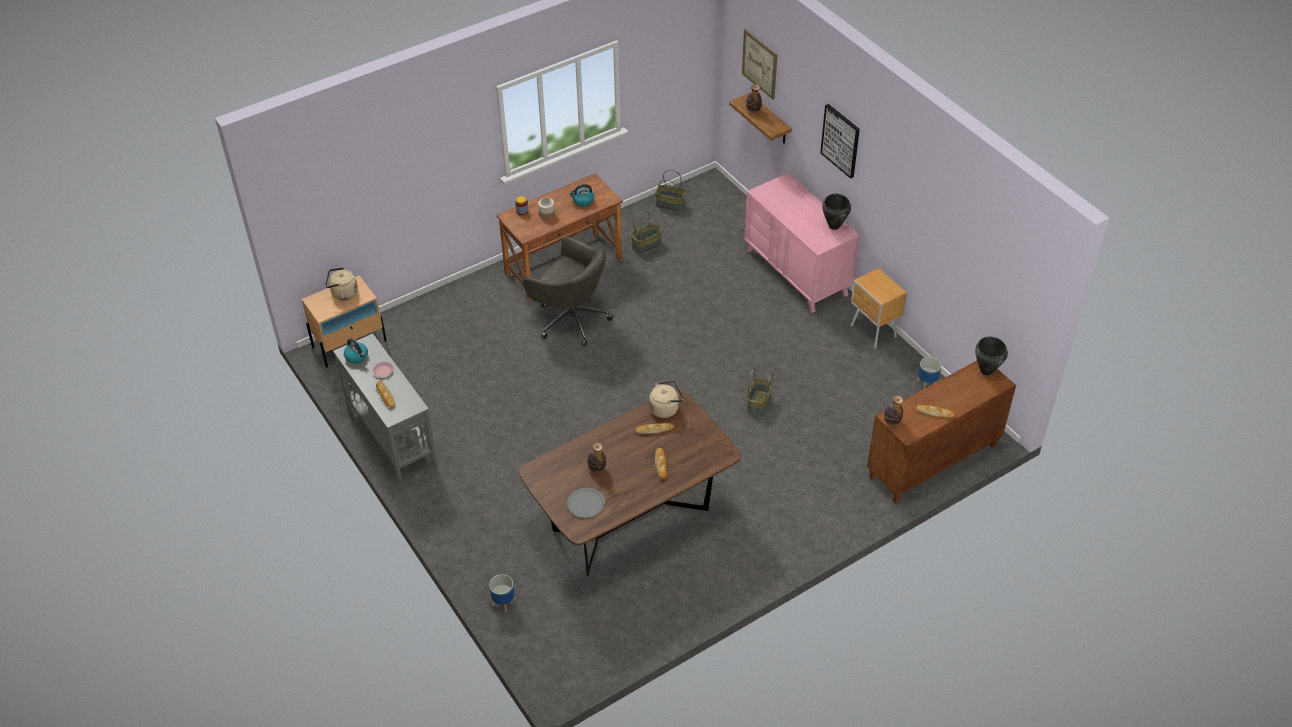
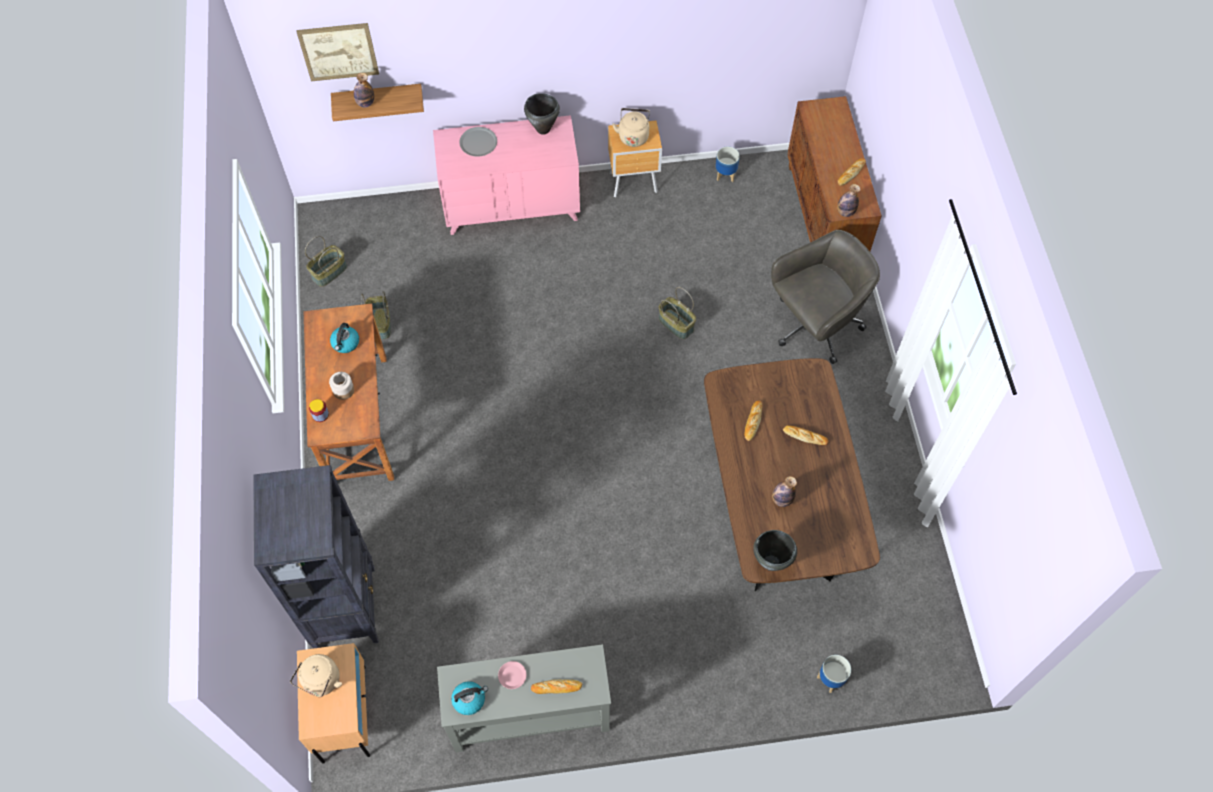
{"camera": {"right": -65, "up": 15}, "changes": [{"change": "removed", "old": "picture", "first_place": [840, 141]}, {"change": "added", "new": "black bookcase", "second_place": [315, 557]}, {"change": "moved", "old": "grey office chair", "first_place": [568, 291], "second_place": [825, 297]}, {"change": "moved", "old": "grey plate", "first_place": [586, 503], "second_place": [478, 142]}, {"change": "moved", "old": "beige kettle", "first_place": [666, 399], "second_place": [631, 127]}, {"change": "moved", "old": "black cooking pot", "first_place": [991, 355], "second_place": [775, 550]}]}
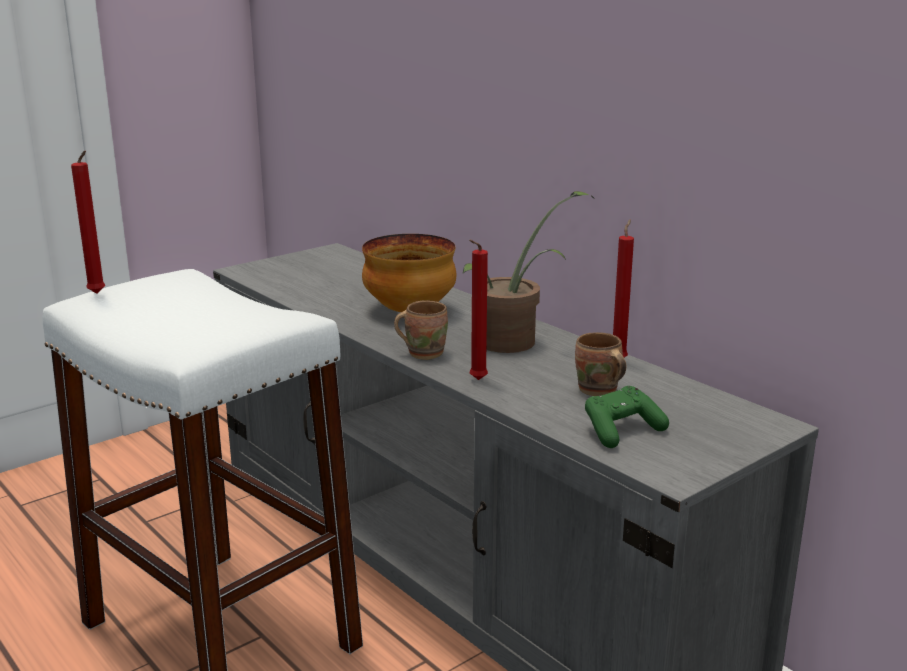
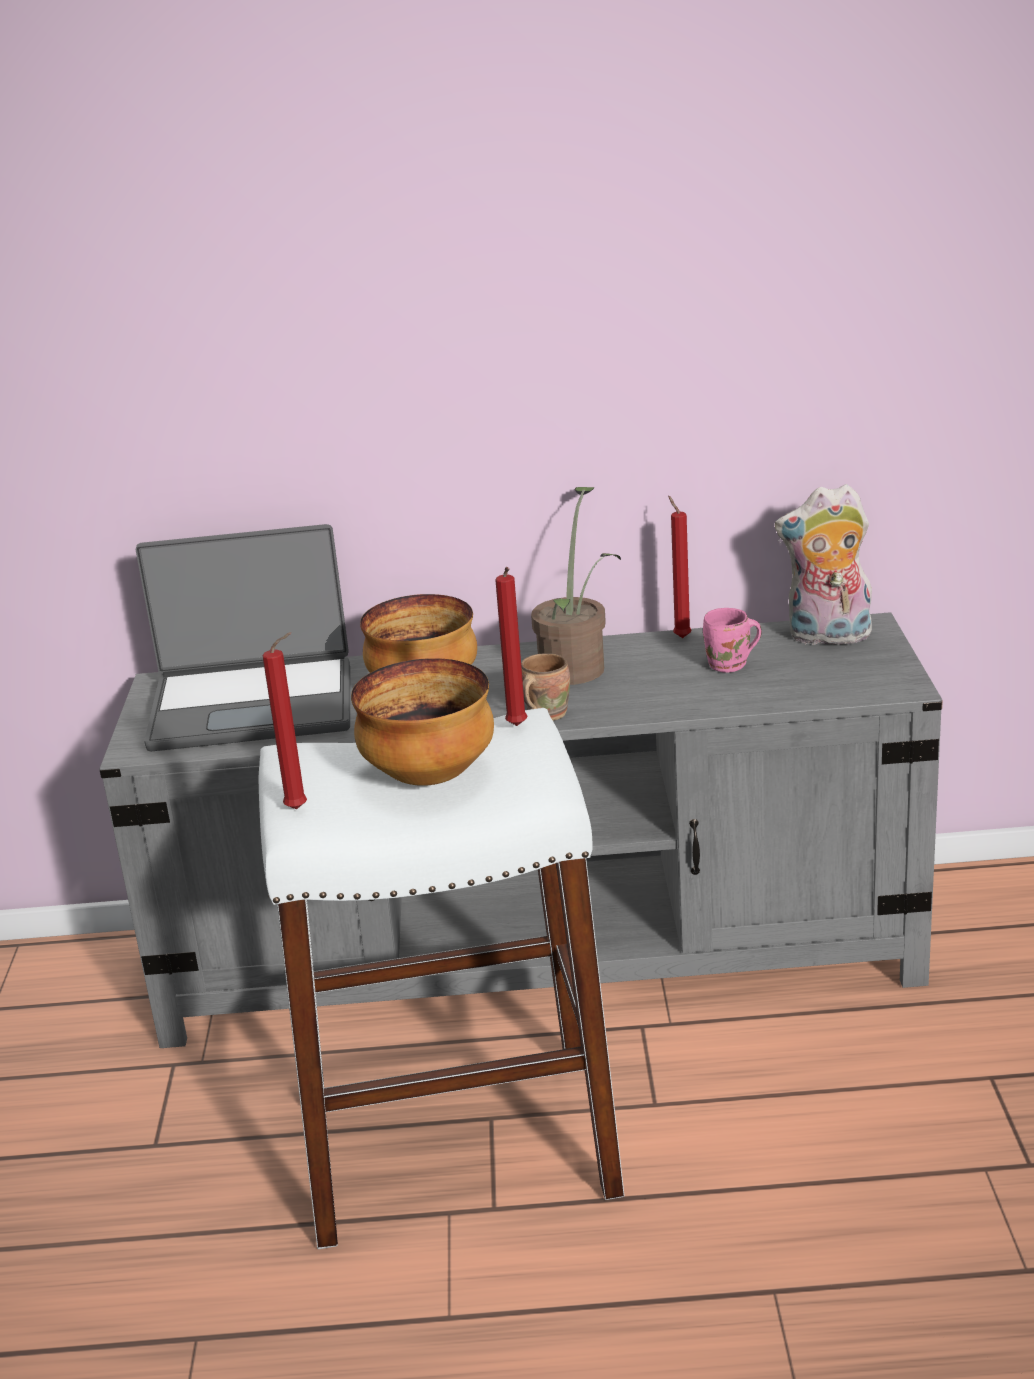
{"camera": {"right": -50, "up": 5}, "changes": [{"change": "removed", "old": "green game controller", "first_place": [627, 417]}, {"change": "added", "new": "laptop", "second_place": [243, 637]}, {"change": "added", "new": "bowl", "second_place": [422, 722]}, {"change": "added", "new": "plush toy", "second_place": [824, 566]}, {"change": "moved", "old": "red candle", "first_place": [478, 310], "second_place": [511, 646]}, {"change": "recoloured", "old": "brown mug", "new": "pink mug", "first_place": [600, 364], "second_place": [732, 640]}]}
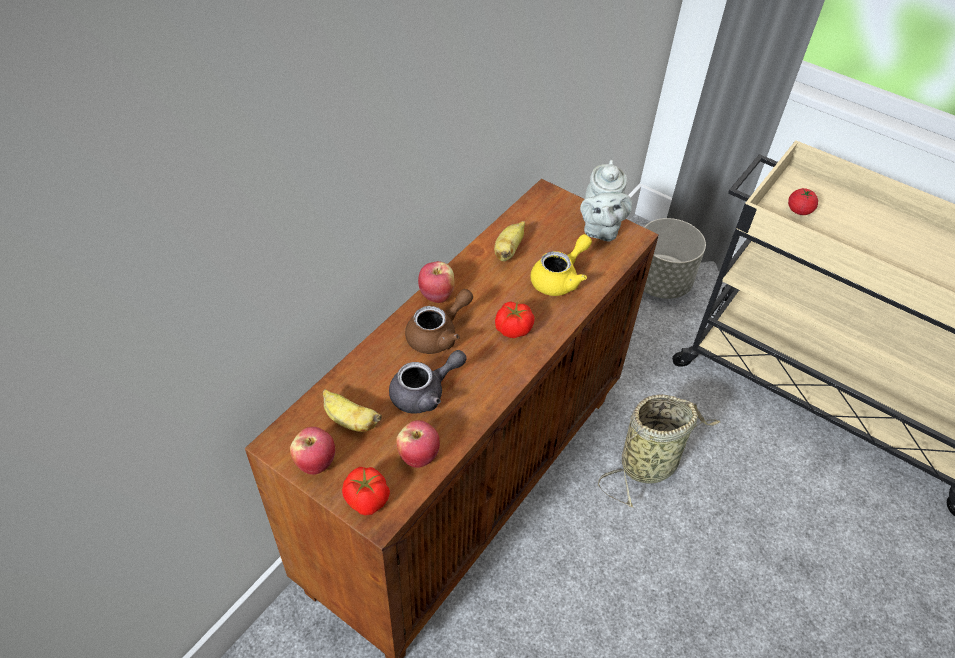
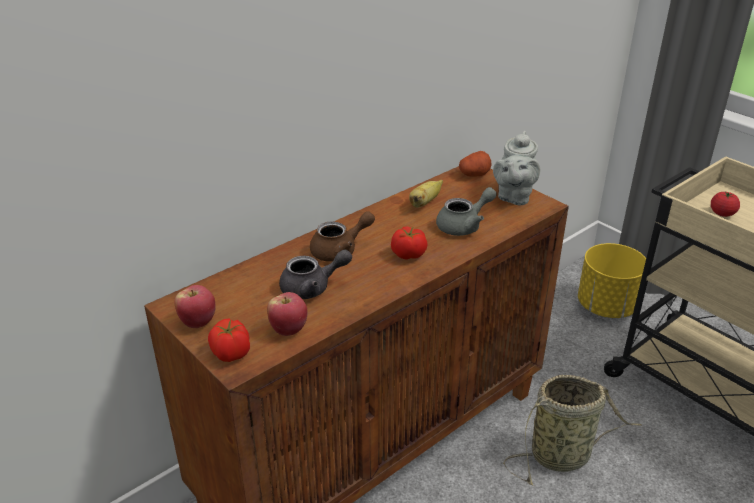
{"camera": {"right": 15, "up": -15}, "changes": [{"change": "removed", "old": "banana", "first_place": [352, 410]}, {"change": "removed", "old": "apple", "first_place": [436, 282]}, {"change": "added", "new": "potato", "second_place": [475, 164]}, {"change": "recoloured", "old": "yellow teapot", "new": "grey teapot", "first_place": [561, 265], "second_place": [466, 211]}, {"change": "recoloured", "old": "grey planter", "new": "yellow planter", "first_place": [675, 258], "second_place": [612, 280]}]}
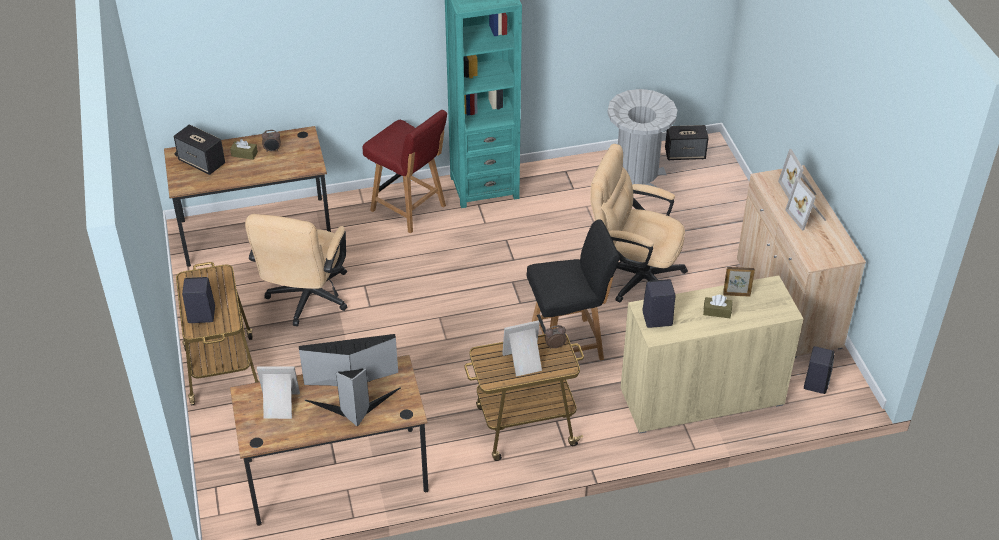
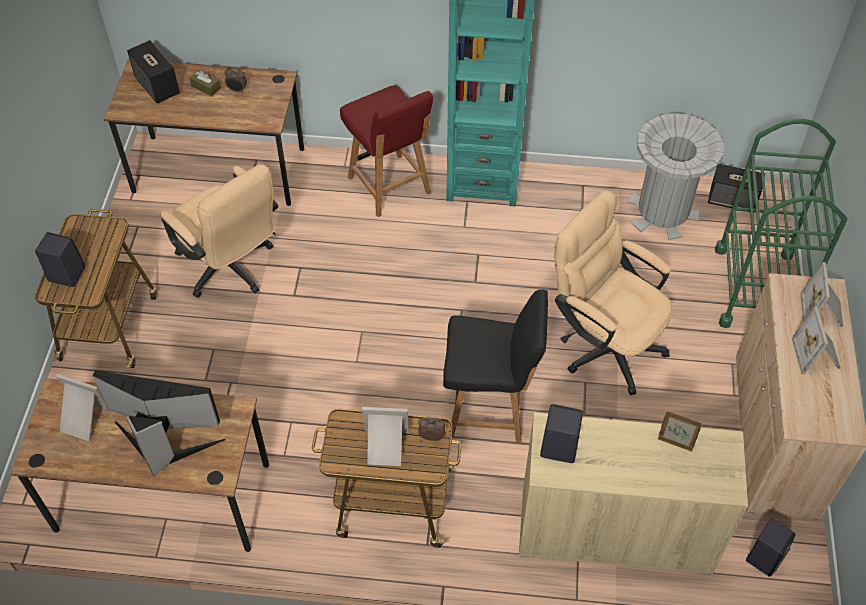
{"camera": {"right": 20, "up": 10}, "changes": [{"change": "removed", "old": "brown tissue box", "first_place": [717, 306]}, {"change": "added", "new": "green cart", "second_place": [781, 223]}, {"change": "turned", "old": "beige office chair", "first_place": [296, 270], "second_place": [219, 231], "degrees": -75}]}
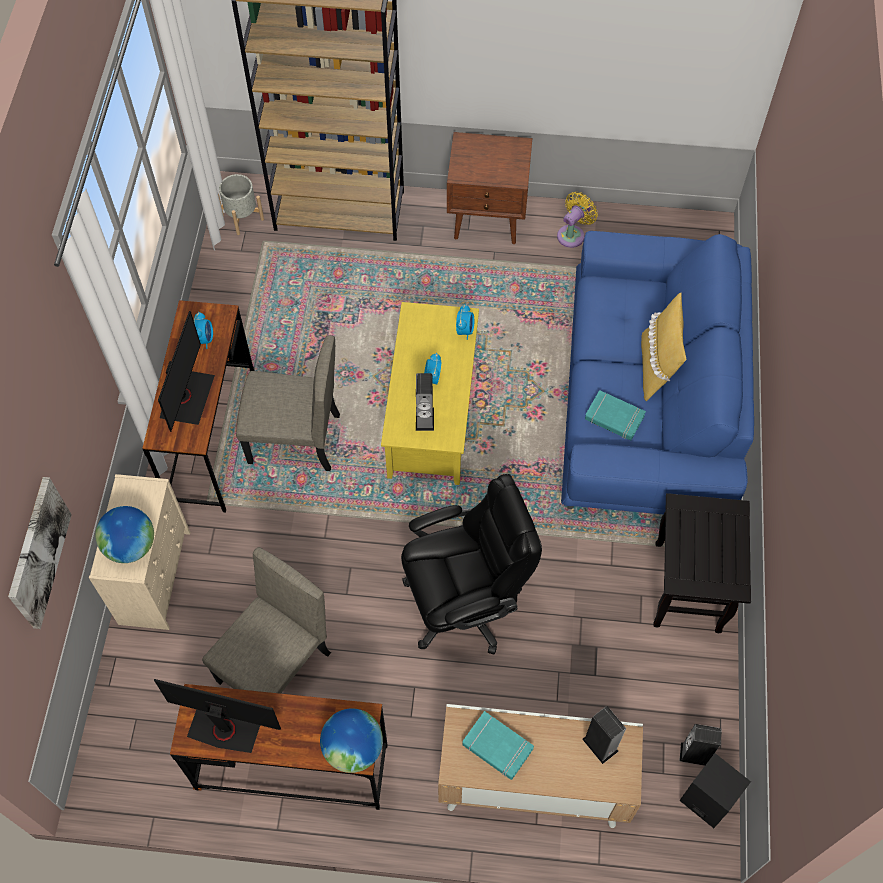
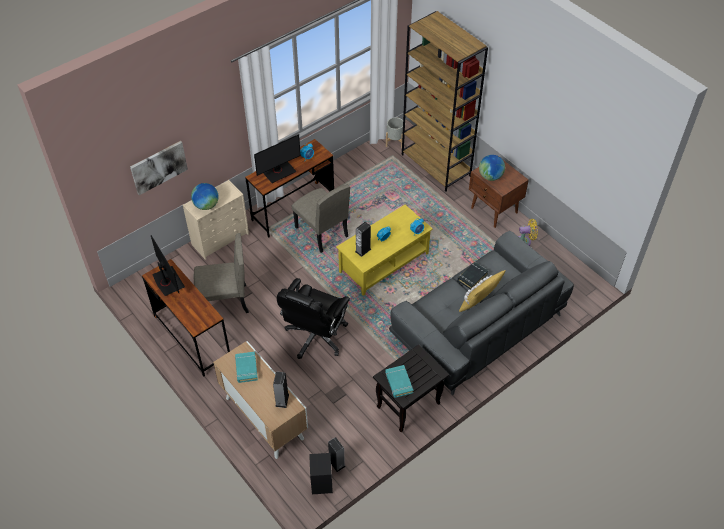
{"camera": {"right": 45, "up": -10}, "changes": [{"change": "added", "new": "black book", "second_place": [472, 276]}, {"change": "moved", "old": "globe", "first_place": [351, 740], "second_place": [492, 168]}, {"change": "moved", "old": "turquoise book", "first_place": [615, 415], "second_place": [399, 381]}, {"change": "recoloured", "old": "blue sofa", "new": "grey sofa", "first_place": [657, 372], "second_place": [481, 313]}, {"change": "turned", "old": "black office chair", "first_place": [471, 564], "second_place": [313, 318], "degrees": 90}]}
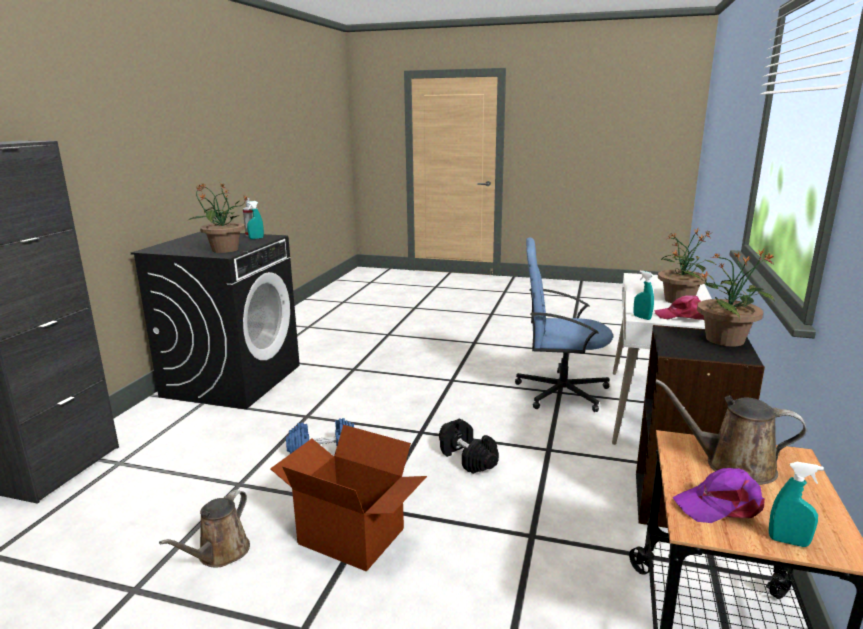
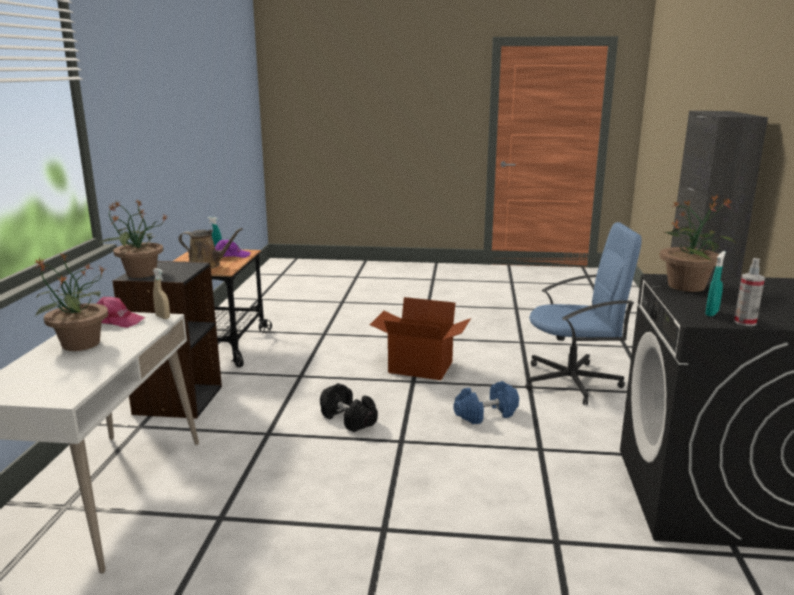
{"camera": {"right": 170, "up": 0}, "changes": [{"change": "removed", "old": "brown watering can", "first_place": [204, 529]}, {"change": "moved", "old": "blue office chair", "first_place": [564, 325], "second_place": [584, 313]}, {"change": "recoloured", "old": "turquoise spray bottle", "new": "beige spray bottle", "first_place": [643, 295], "second_place": [161, 293]}]}
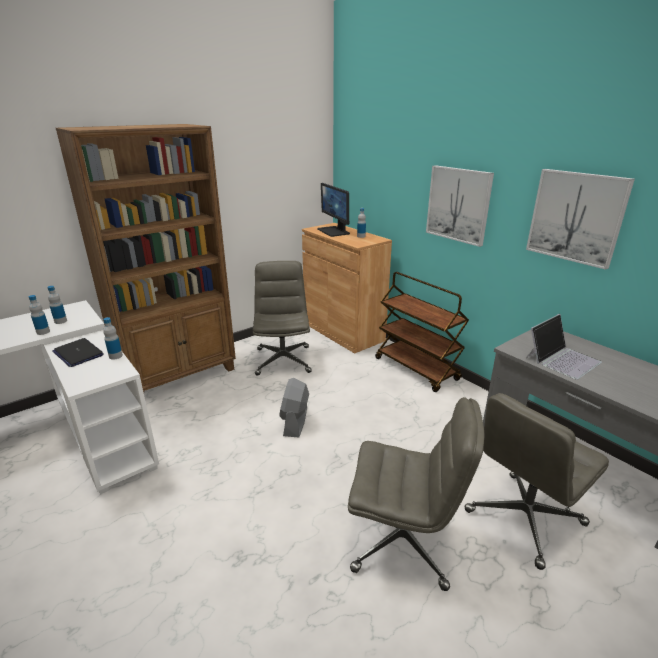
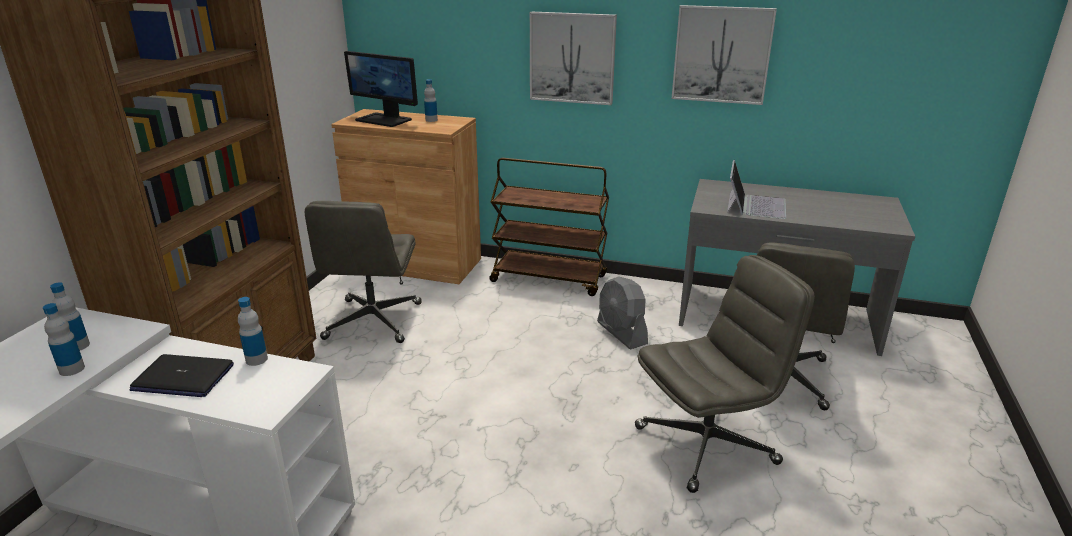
{"camera": {"right": -35, "up": 0}, "changes": [{"change": "moved", "old": "grey fan", "first_place": [294, 407], "second_place": [622, 313]}, {"change": "turned", "old": "grey office chair", "first_place": [282, 318], "second_place": [363, 272], "degrees": -135}]}
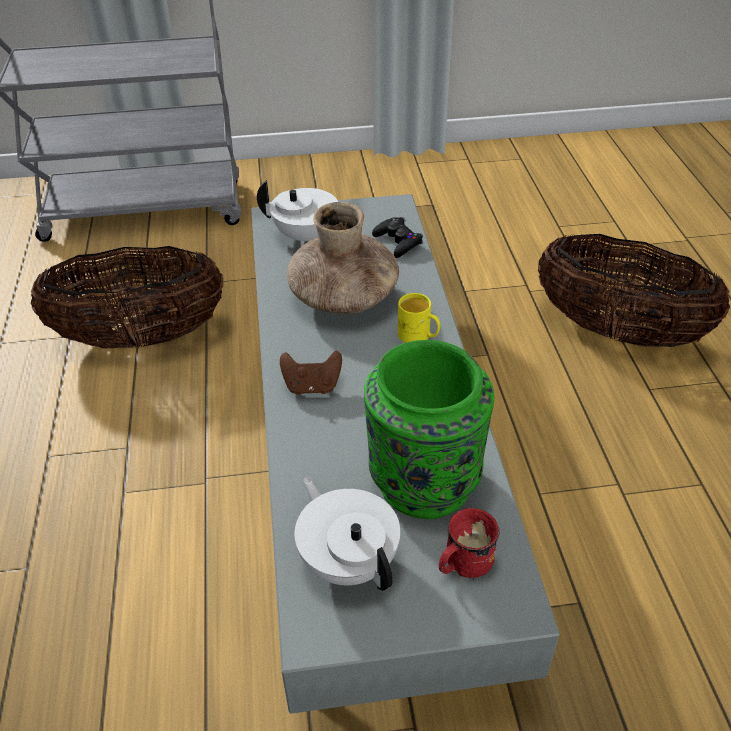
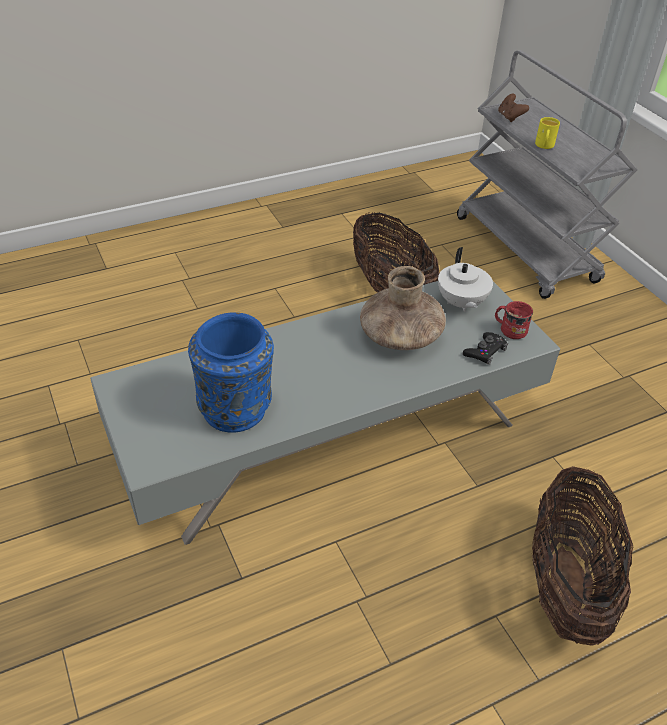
{"camera": {"right": 70, "up": 0}, "changes": [{"change": "removed", "old": "white teapot", "first_place": [347, 533]}, {"change": "moved", "old": "brown game controller", "first_place": [311, 373], "second_place": [513, 108]}, {"change": "moved", "old": "yellow mug", "first_place": [419, 318], "second_place": [547, 133]}, {"change": "moved", "old": "red mug", "first_place": [469, 544], "second_place": [514, 320]}, {"change": "recoloured", "old": "green vase", "new": "blue vase", "first_place": [429, 429], "second_place": [231, 372]}]}
